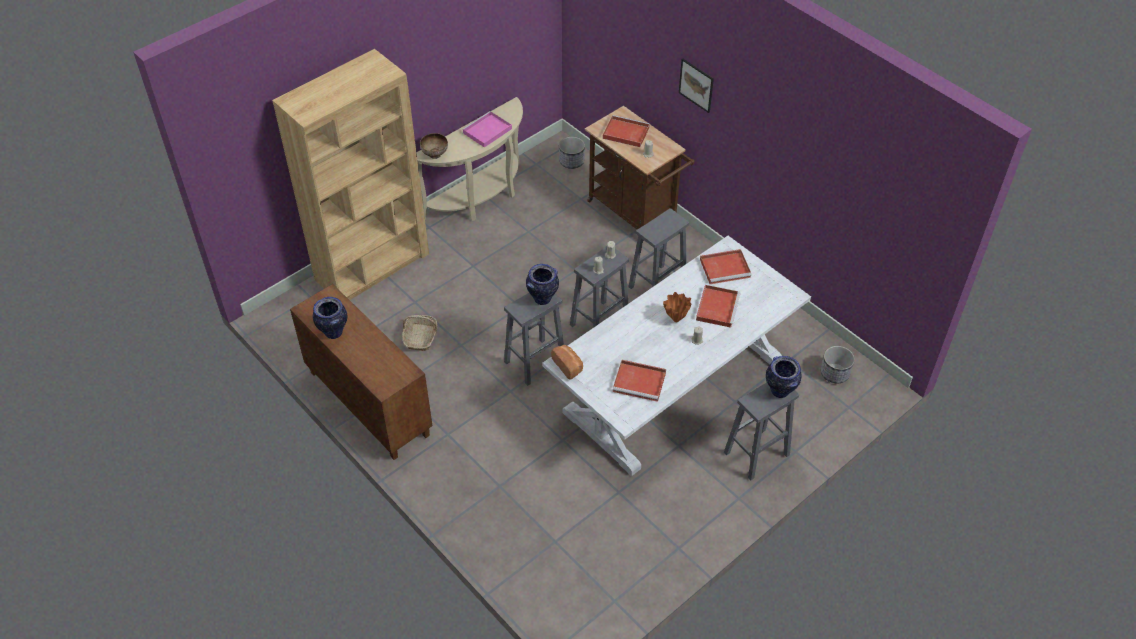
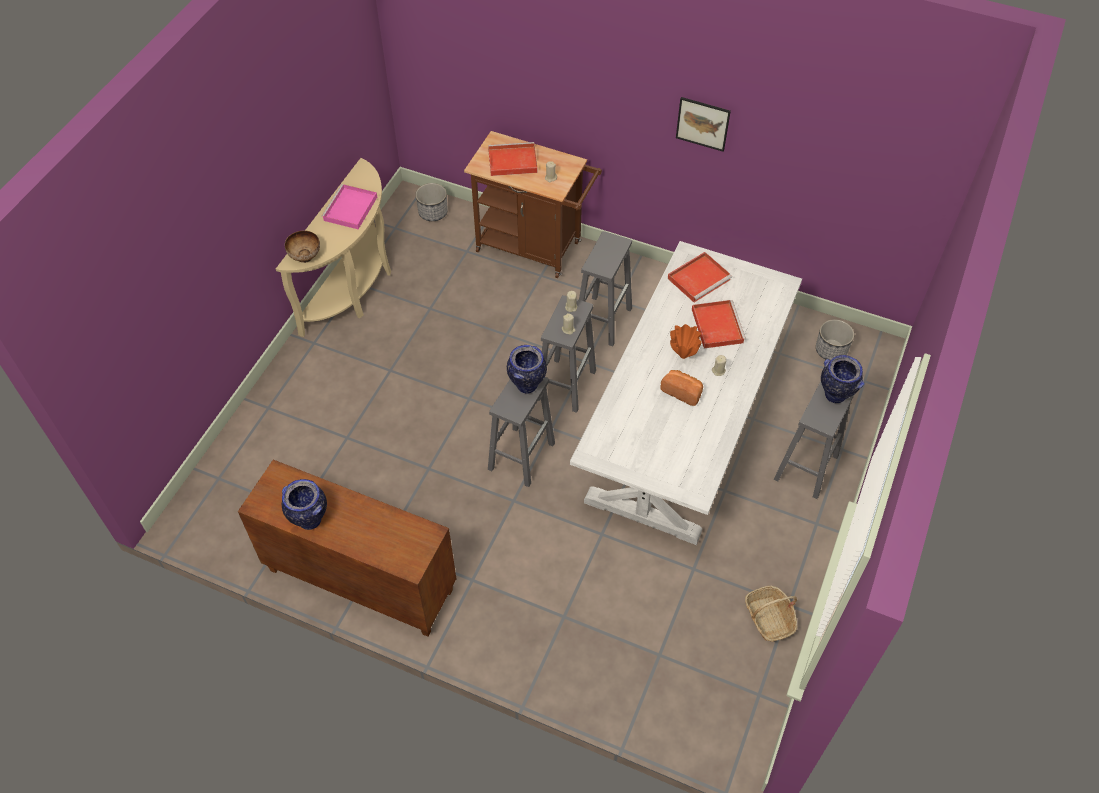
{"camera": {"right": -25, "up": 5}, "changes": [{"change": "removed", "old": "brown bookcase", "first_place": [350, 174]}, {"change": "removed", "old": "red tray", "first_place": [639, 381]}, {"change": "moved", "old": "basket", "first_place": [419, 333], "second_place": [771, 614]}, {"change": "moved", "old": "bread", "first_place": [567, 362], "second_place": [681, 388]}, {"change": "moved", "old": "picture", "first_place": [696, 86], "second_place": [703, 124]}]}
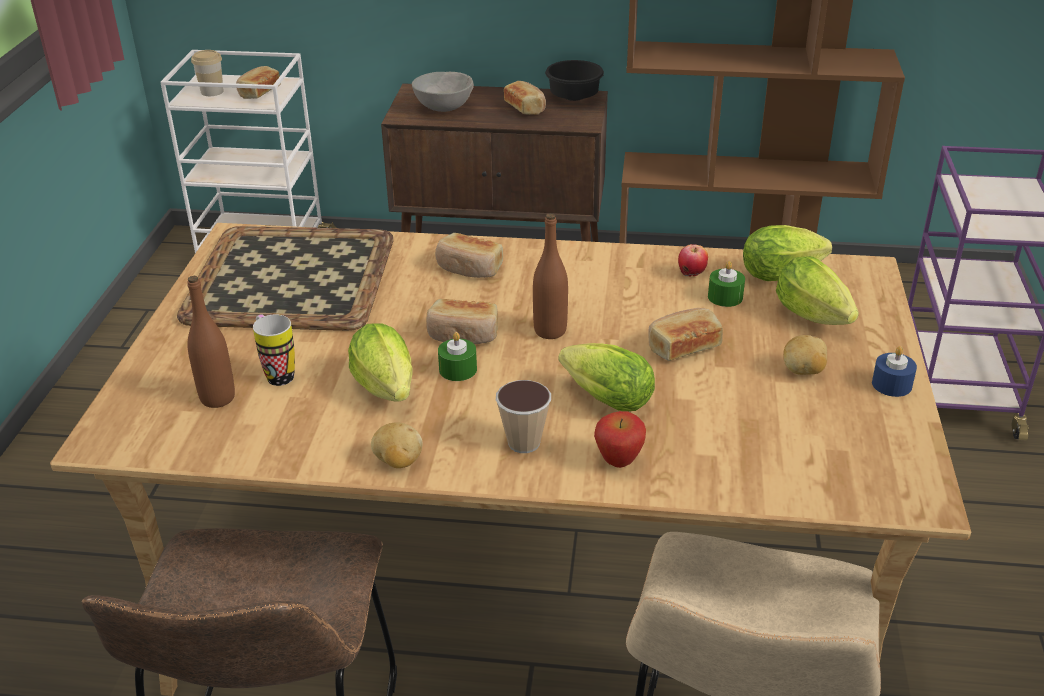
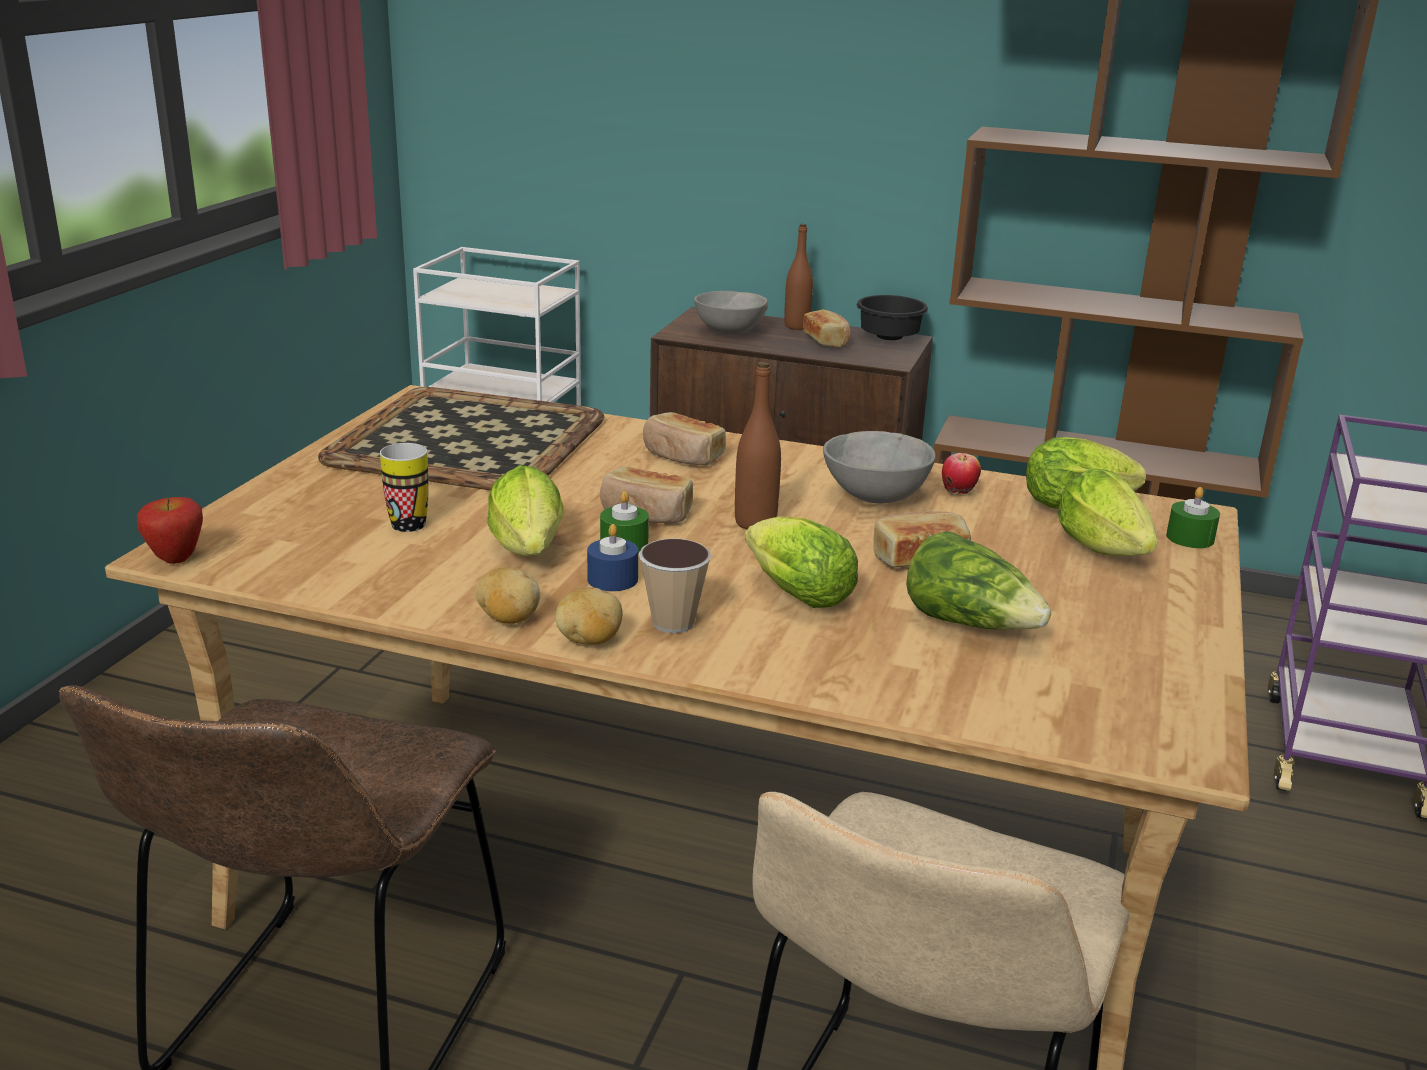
{"camera": {"right": 10, "up": -10}, "changes": [{"change": "removed", "old": "cup", "first_place": [207, 73]}, {"change": "removed", "old": "bread", "first_place": [258, 82]}, {"change": "added", "new": "grey bowl", "second_place": [879, 467]}, {"change": "added", "new": "lettuce", "second_place": [978, 580]}, {"change": "moved", "old": "brown bottle", "first_place": [211, 342], "second_place": [798, 277]}, {"change": "moved", "old": "apple", "first_place": [620, 439], "second_place": [170, 530]}, {"change": "moved", "old": "green candle", "first_place": [726, 284], "second_place": [1193, 517]}, {"change": "moved", "old": "potato", "first_place": [805, 355], "second_place": [588, 616]}, {"change": "moved", "old": "blue candle", "first_place": [894, 371], "second_place": [612, 557]}]}
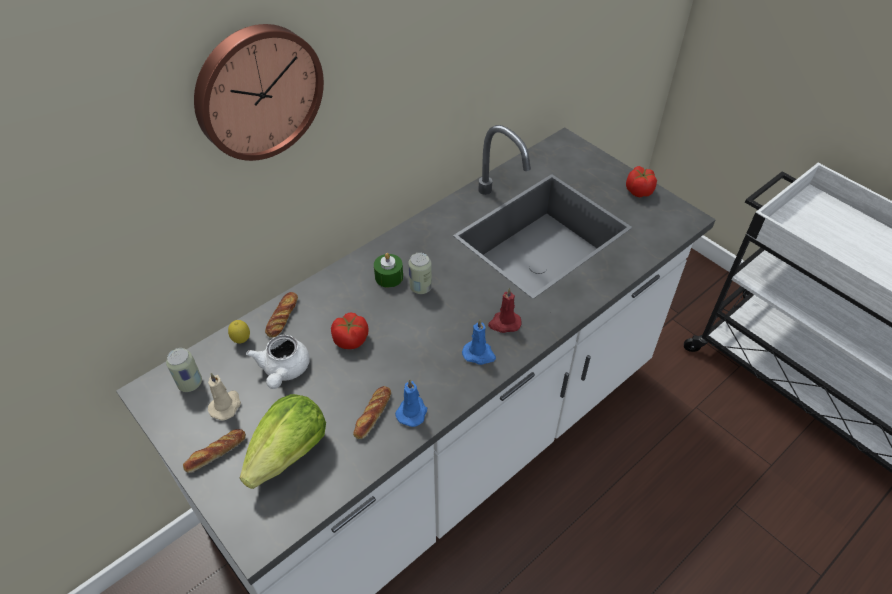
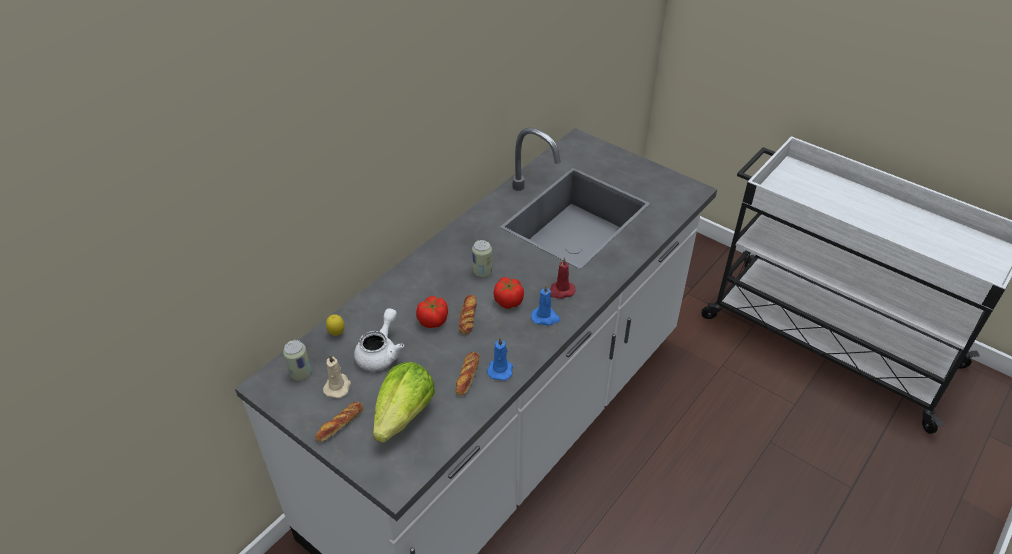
{"camera": {"right": -10, "up": -5}, "changes": [{"change": "removed", "old": "wall clock", "first_place": [259, 92]}, {"change": "removed", "old": "green candle", "first_place": [388, 270]}, {"change": "moved", "old": "bread", "first_place": [281, 315], "second_place": [468, 315]}, {"change": "moved", "old": "tomato", "first_place": [641, 182], "second_place": [509, 293]}, {"change": "turned", "old": "white teapot", "first_place": [278, 362], "second_place": [379, 339], "degrees": -150}]}
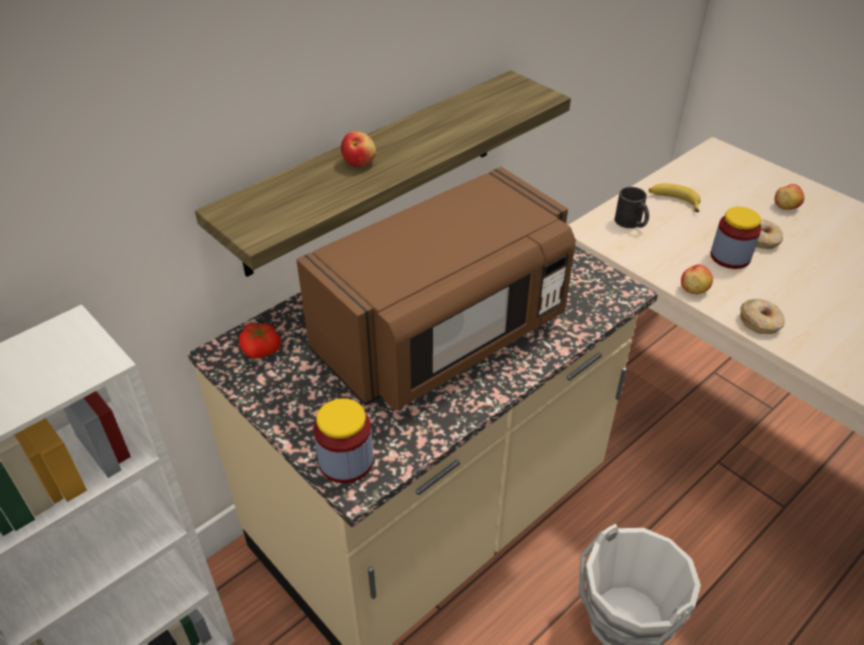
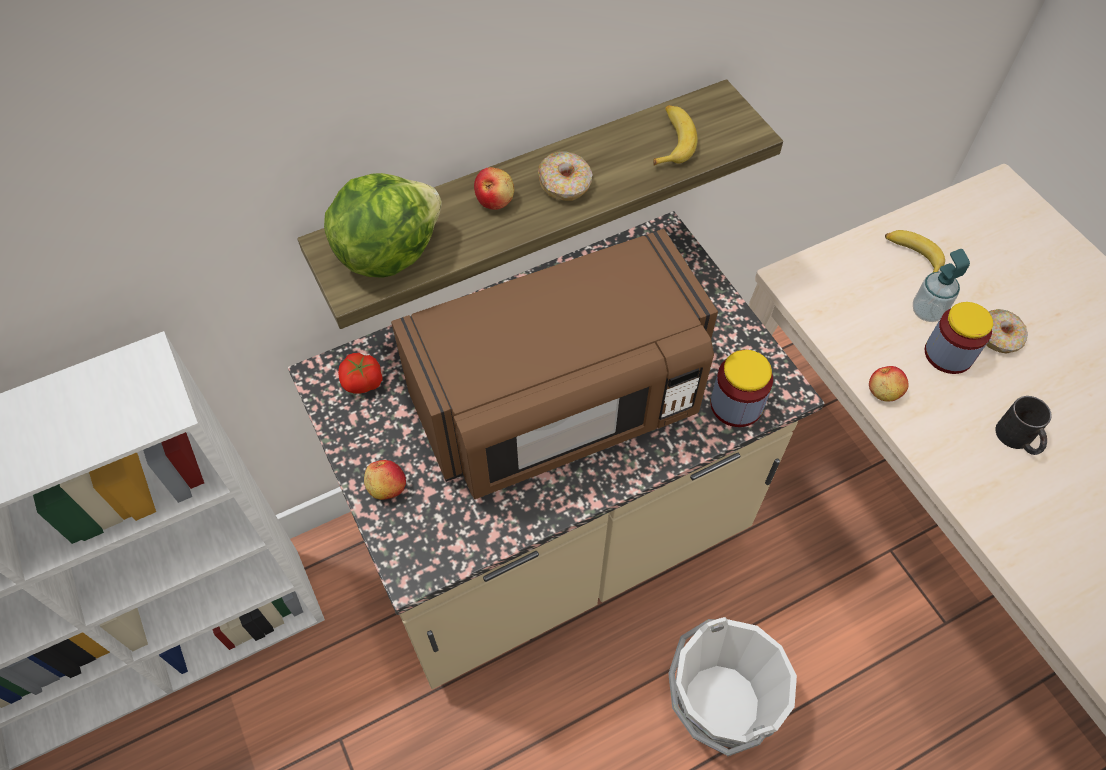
{"camera": {"right": 15, "up": 15}, "changes": [{"change": "added", "new": "lettuce", "second_place": [383, 225]}, {"change": "added", "new": "banana", "second_place": [675, 135]}, {"change": "added", "new": "soap dispenser", "second_place": [941, 285]}, {"change": "moved", "old": "jar", "first_place": [343, 440], "second_place": [741, 388]}, {"change": "moved", "old": "black mug", "first_place": [632, 207], "second_place": [1023, 425]}, {"change": "moved", "old": "donut", "first_place": [762, 316], "second_place": [565, 176]}, {"change": "moved", "old": "apple", "first_place": [789, 197], "second_place": [385, 480]}]}
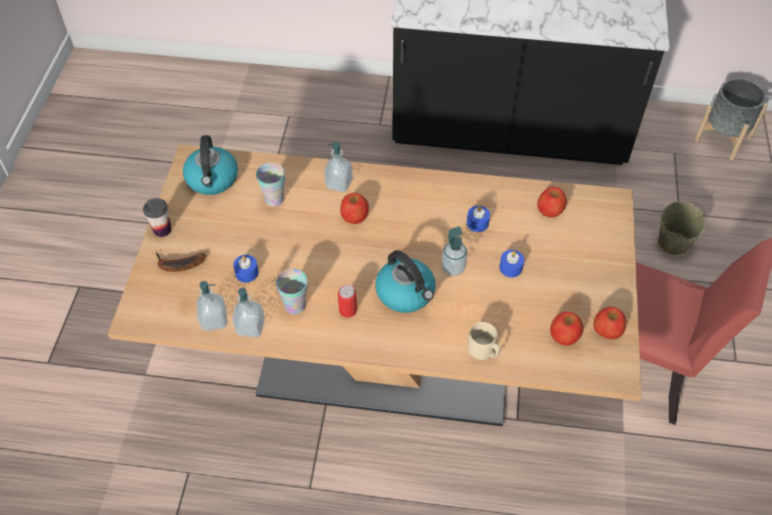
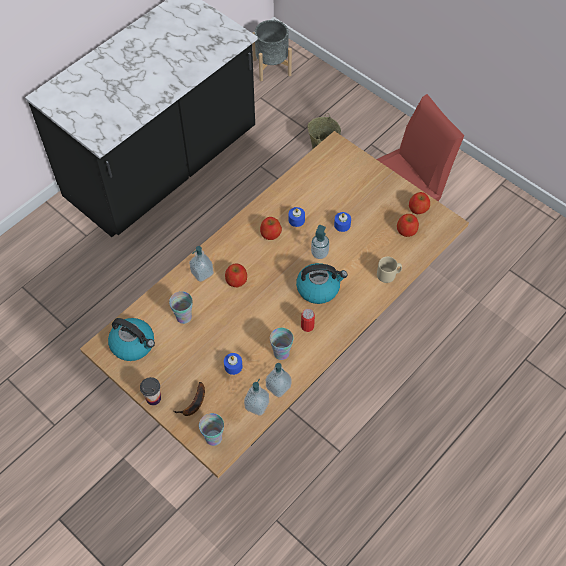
{"camera": {"right": -55, "up": 5}, "changes": [{"change": "added", "new": "cup", "second_place": [211, 429]}, {"change": "moved", "old": "apple", "first_place": [552, 202], "second_place": [271, 228]}]}
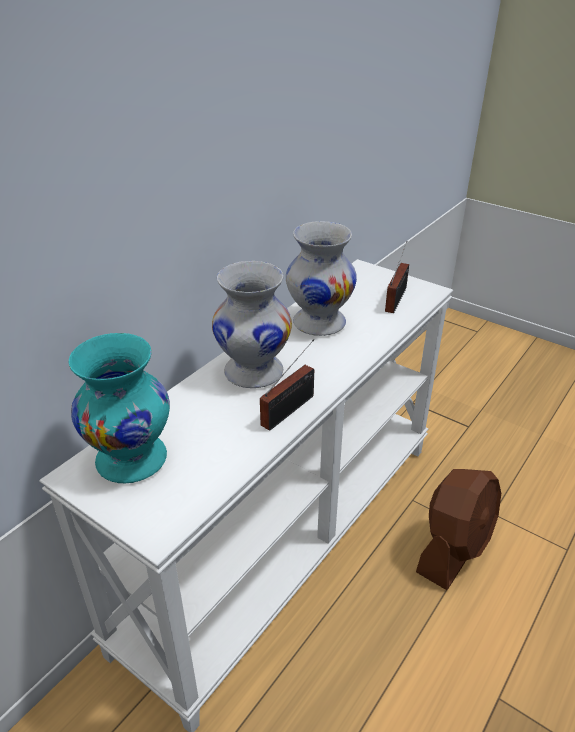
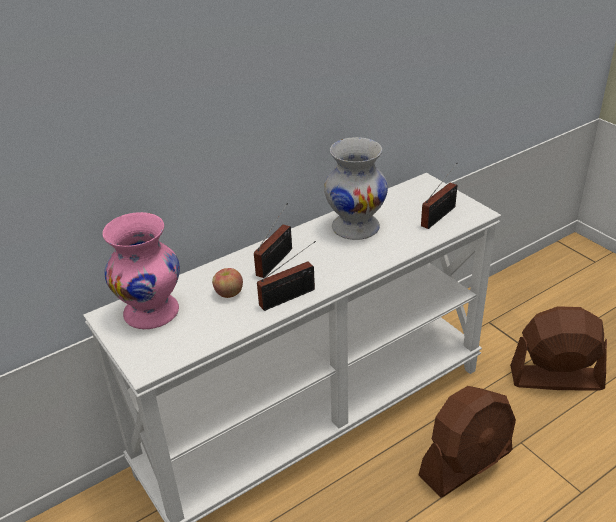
{"camera": {"right": 20, "up": 0}, "changes": [{"change": "added", "new": "apple", "second_place": [227, 283]}, {"change": "added", "new": "brown fan", "second_place": [558, 348]}, {"change": "replaced", "old": "white vase", "new": "radio", "first_place": [252, 324], "second_place": [273, 240]}, {"change": "recoloured", "old": "turquoise vase", "new": "pink vase", "first_place": [119, 408], "second_place": [141, 270]}]}
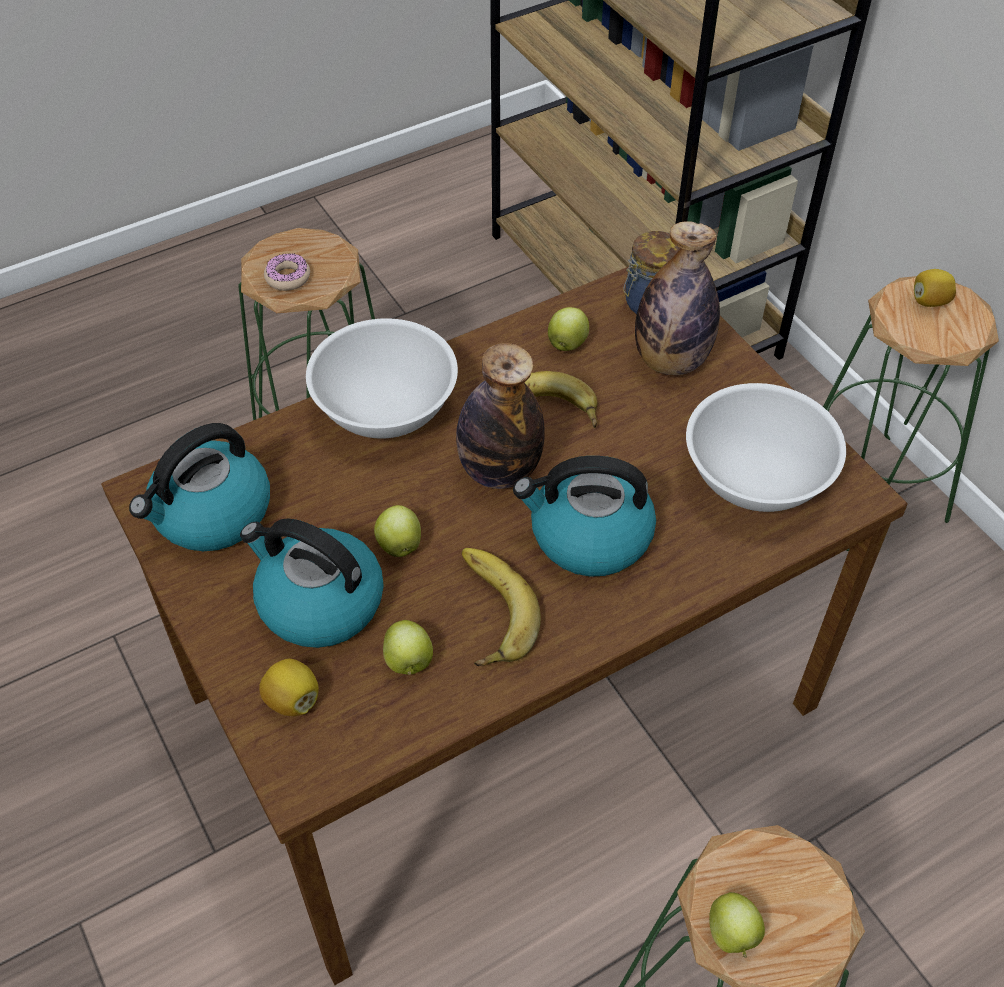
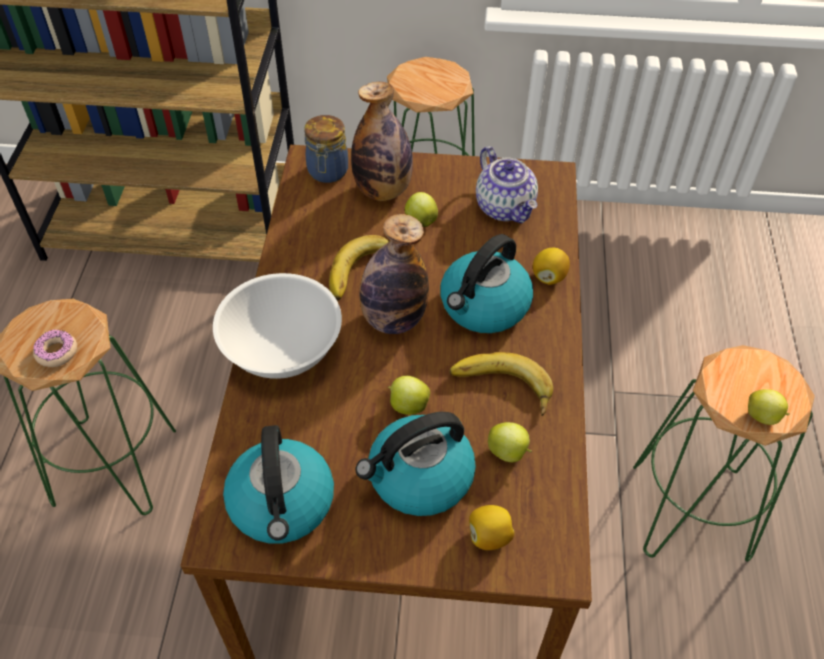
{"camera": {"right": -55, "up": 0}, "changes": [{"change": "moved", "old": "apple", "first_place": [568, 329], "second_place": [421, 209]}, {"change": "moved", "old": "lemon", "first_place": [935, 288], "second_place": [551, 266]}, {"change": "replaced", "old": "white bowl", "new": "teapot", "first_place": [766, 447], "second_place": [507, 184]}]}
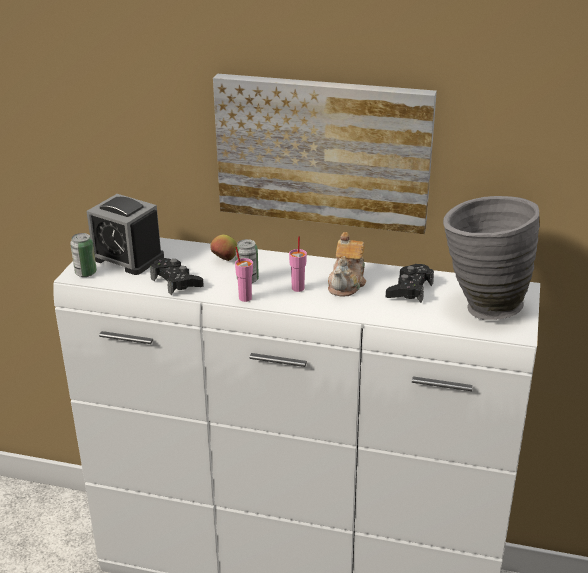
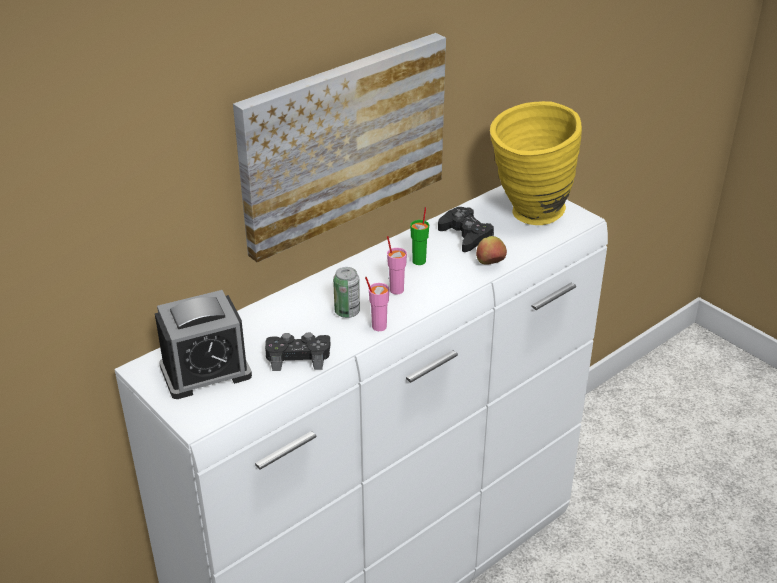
{"camera": {"right": -55, "up": 5}, "changes": [{"change": "removed", "old": "can", "first_place": [83, 255]}, {"change": "moved", "old": "apple", "first_place": [223, 248], "second_place": [491, 250]}, {"change": "replaced", "old": "teapot", "new": "green cup", "first_place": [347, 264], "second_place": [419, 236]}, {"change": "recoloured", "old": "grey vase", "new": "yellow vase", "first_place": [491, 258], "second_place": [536, 163]}]}
